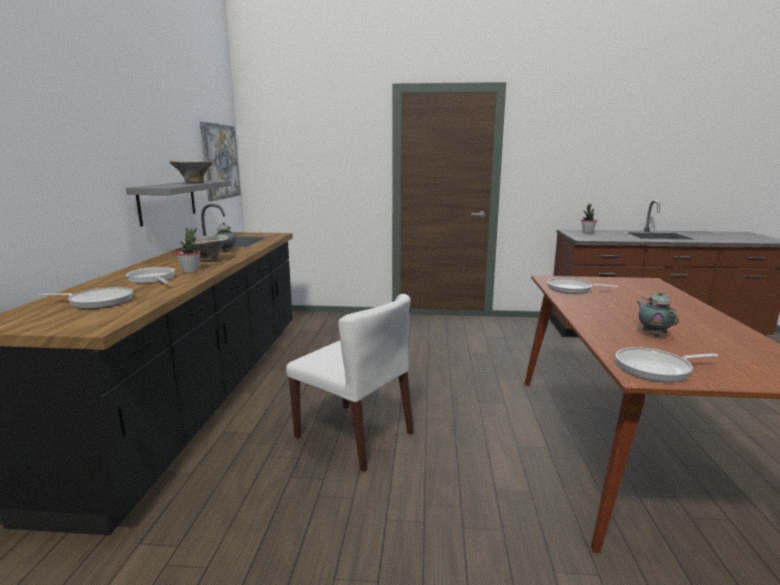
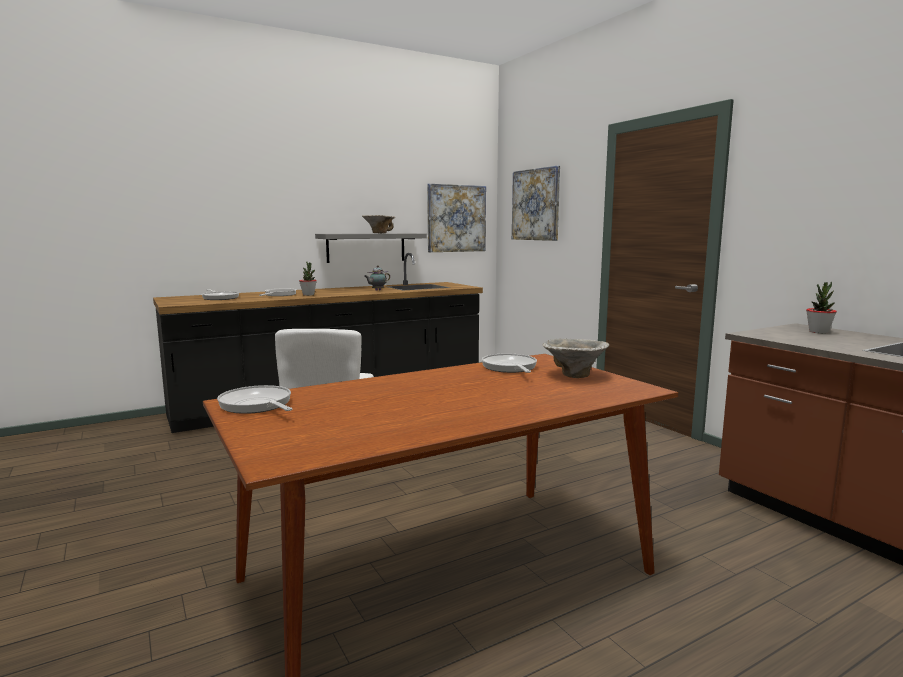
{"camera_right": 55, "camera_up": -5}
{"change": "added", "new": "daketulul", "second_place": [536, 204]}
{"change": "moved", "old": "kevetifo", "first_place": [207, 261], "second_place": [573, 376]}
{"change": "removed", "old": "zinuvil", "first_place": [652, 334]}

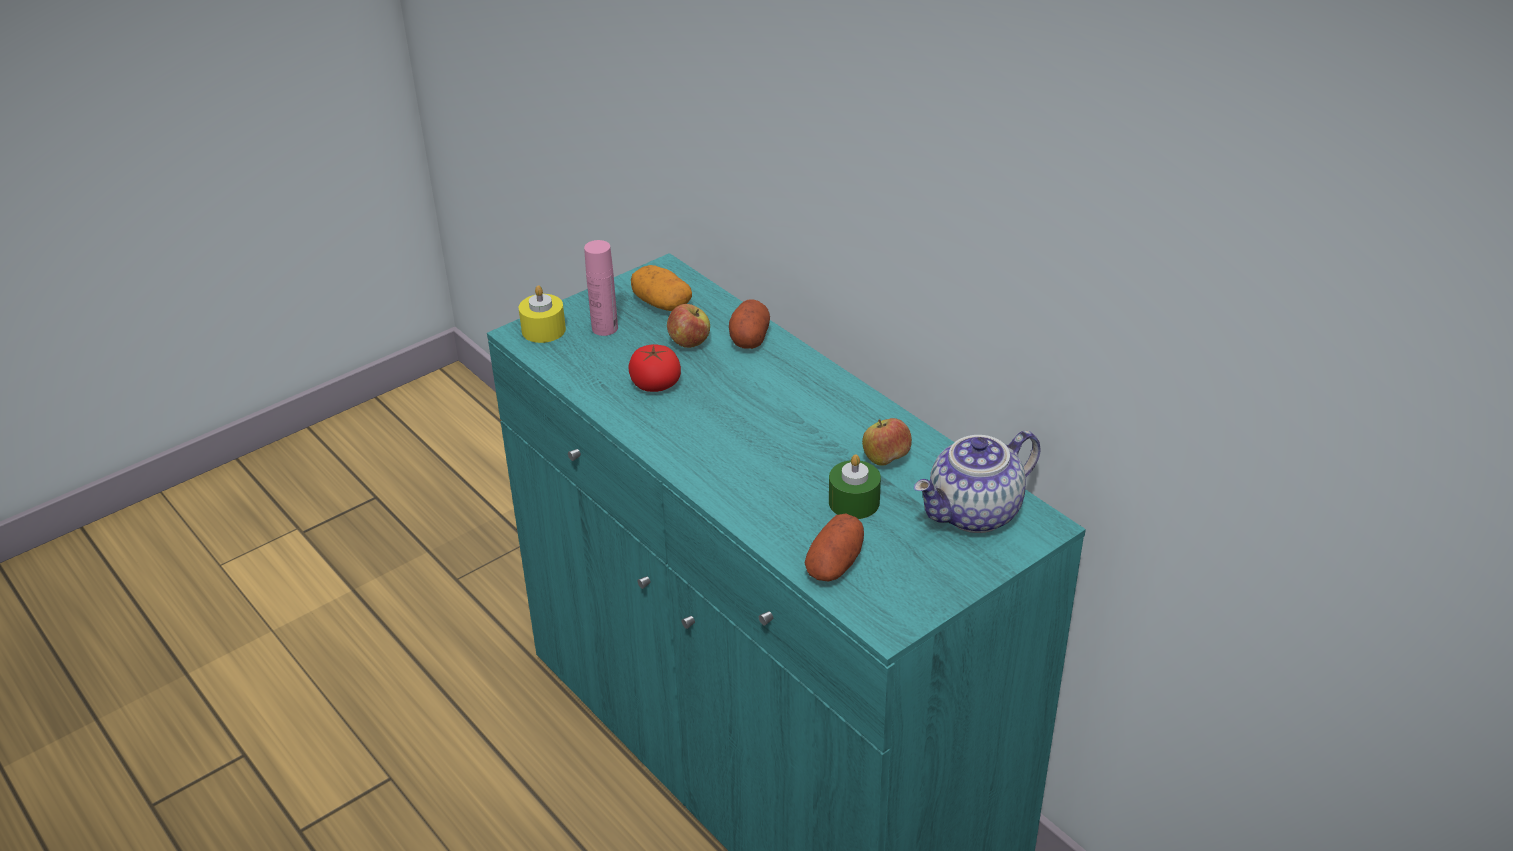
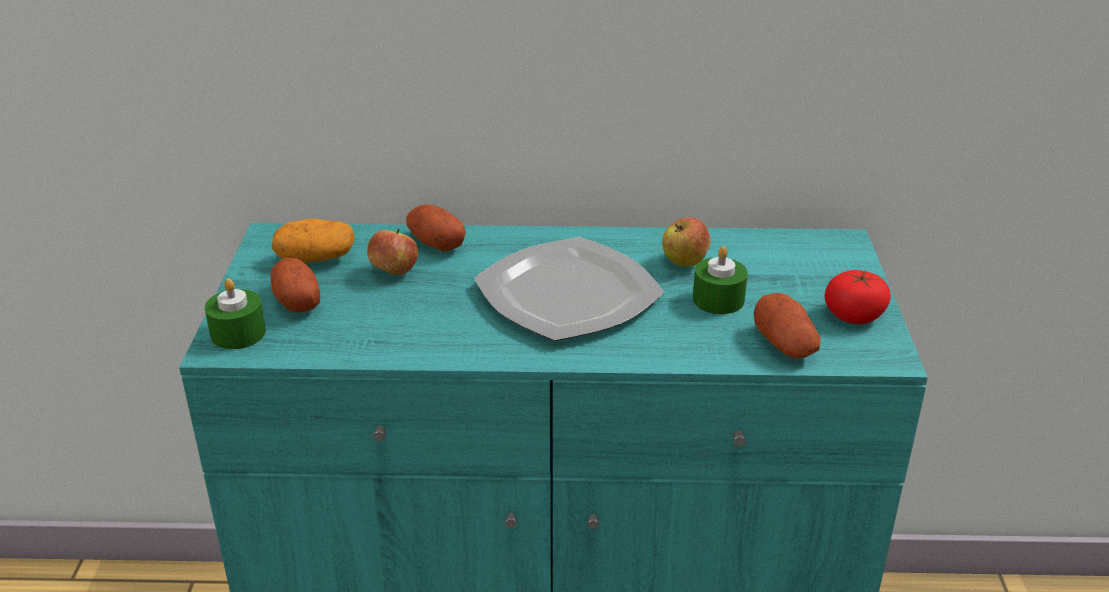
{"camera_right": -50, "camera_up": -5}
{"change": "recoloured", "old": "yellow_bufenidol", "new": "green_bufenidol", "first_place": [543, 330], "second_place": [238, 333]}
{"change": "replaced", "old": "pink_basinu", "new": "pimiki", "first_place": [605, 328], "second_place": [297, 301]}
{"change": "added", "new": "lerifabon", "second_place": [568, 293]}
{"change": "moved", "old": "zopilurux", "first_place": [655, 383], "second_place": [854, 315]}
{"change": "removed", "old": "zinuvil", "first_place": [975, 514]}

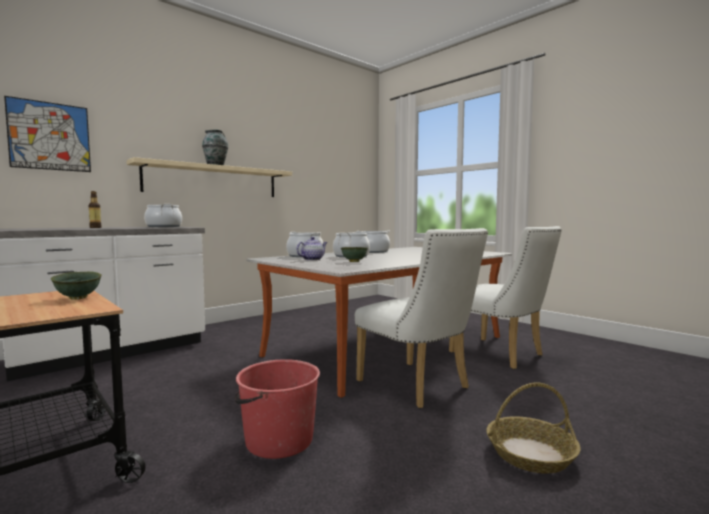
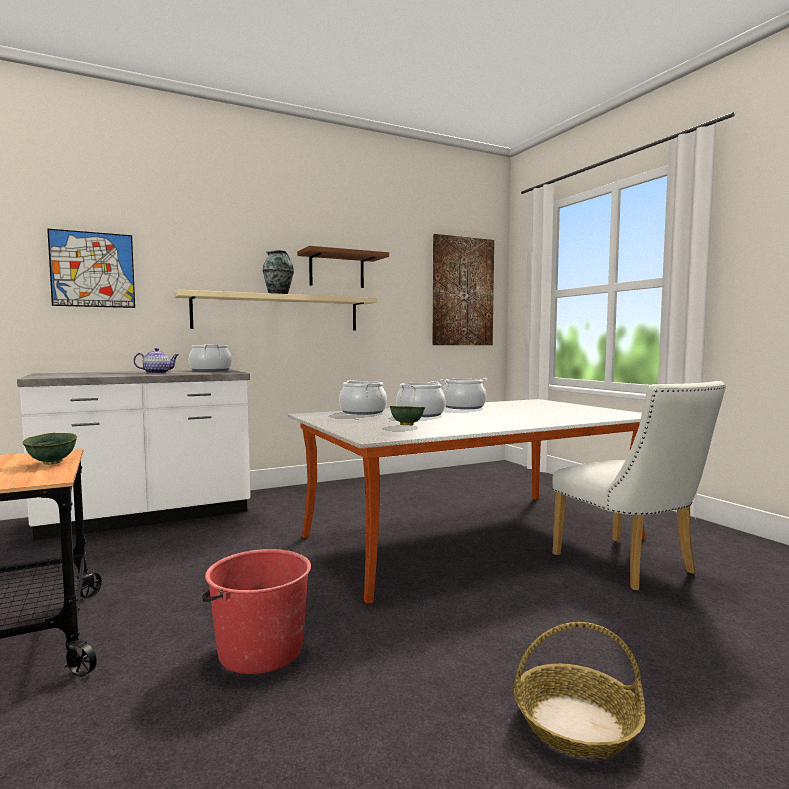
{"camera_right": 15, "camera_up": 0}
{"change": "moved", "old": "zinuvil", "first_place": [312, 259], "second_place": [157, 373]}
{"change": "added", "new": "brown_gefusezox", "second_place": [336, 270]}
{"change": "added", "new": "daketulul", "second_place": [462, 291]}
{"change": "removed", "old": "basinu", "first_place": [95, 227]}
{"change": "removed", "old": "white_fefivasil", "first_place": [419, 387]}

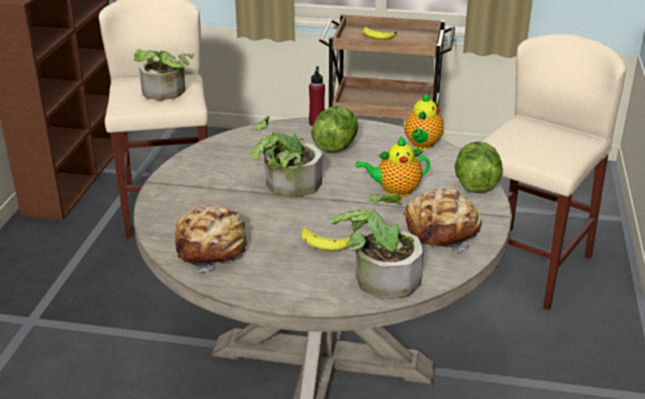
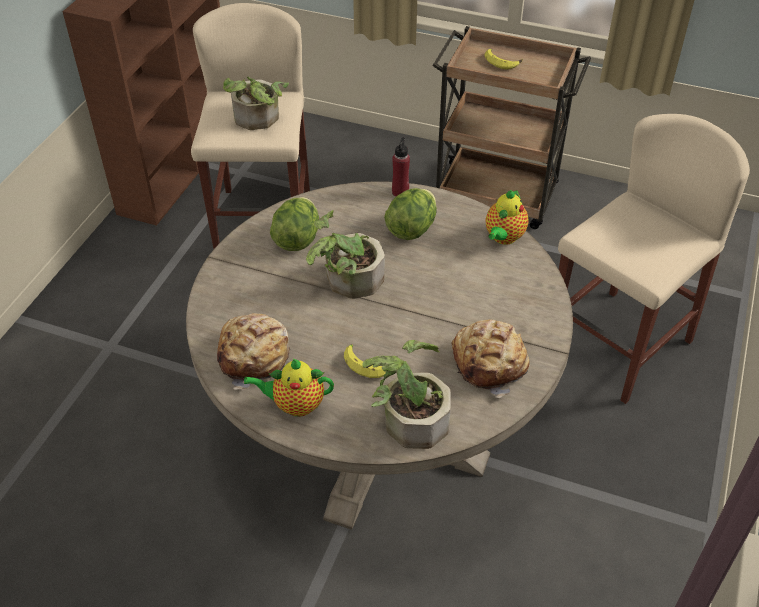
{"camera_right": 10, "camera_up": 15}
{"change": "moved", "old": "zinuvil", "first_place": [395, 191], "second_place": [295, 405]}
{"change": "moved", "old": "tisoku", "first_place": [475, 185], "second_place": [297, 239]}

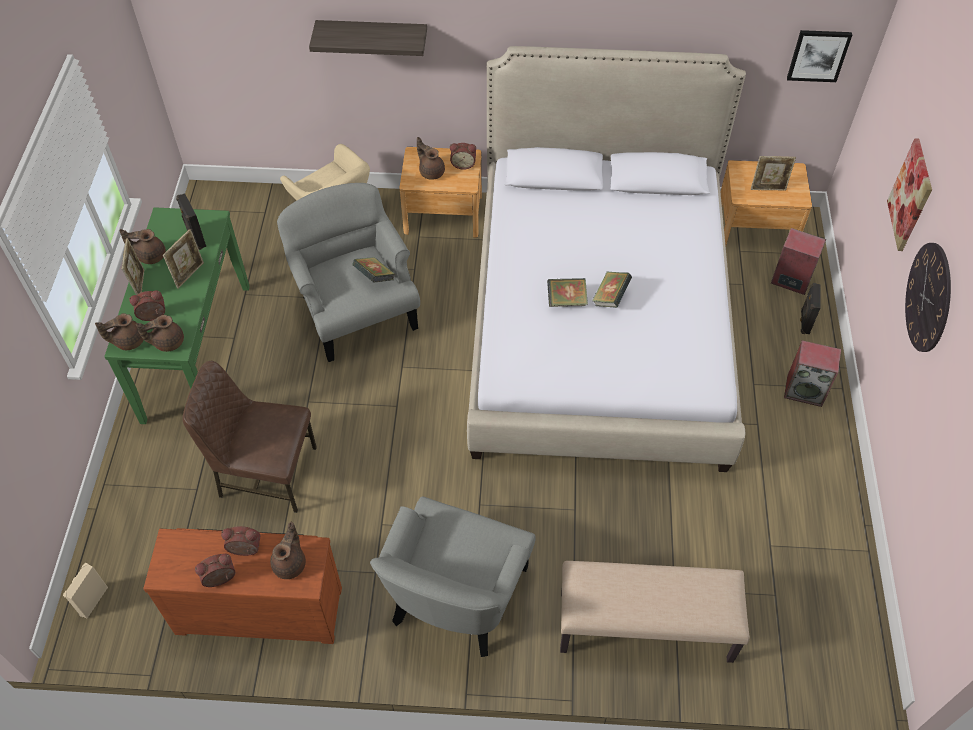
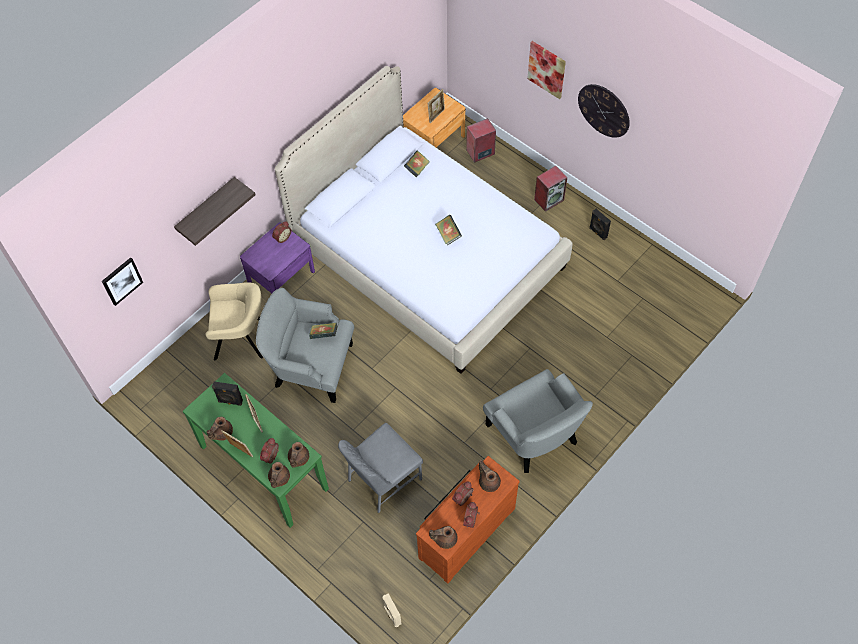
{"camera_right": -50, "camera_up": 5}
{"change": "moved", "old": "daketulul", "first_place": [818, 55], "second_place": [121, 280]}
{"change": "recoloured", "old": "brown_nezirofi", "new": "purple_nezirofi", "first_place": [443, 214], "second_place": [281, 276]}
{"change": "recoloured", "old": "brown_fefivasil", "new": "grey_fefivasil", "first_place": [266, 472], "second_place": [383, 479]}
{"change": "moved", "old": "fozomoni", "first_place": [566, 300], "second_place": [417, 169]}
{"change": "moved", "old": "brown_zinuvil", "first_place": [431, 171], "second_place": [444, 539]}
{"change": "moved", "old": "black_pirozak", "first_place": [804, 322], "second_place": [597, 233]}
{"change": "removed", "old": "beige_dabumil", "first_place": [644, 627]}

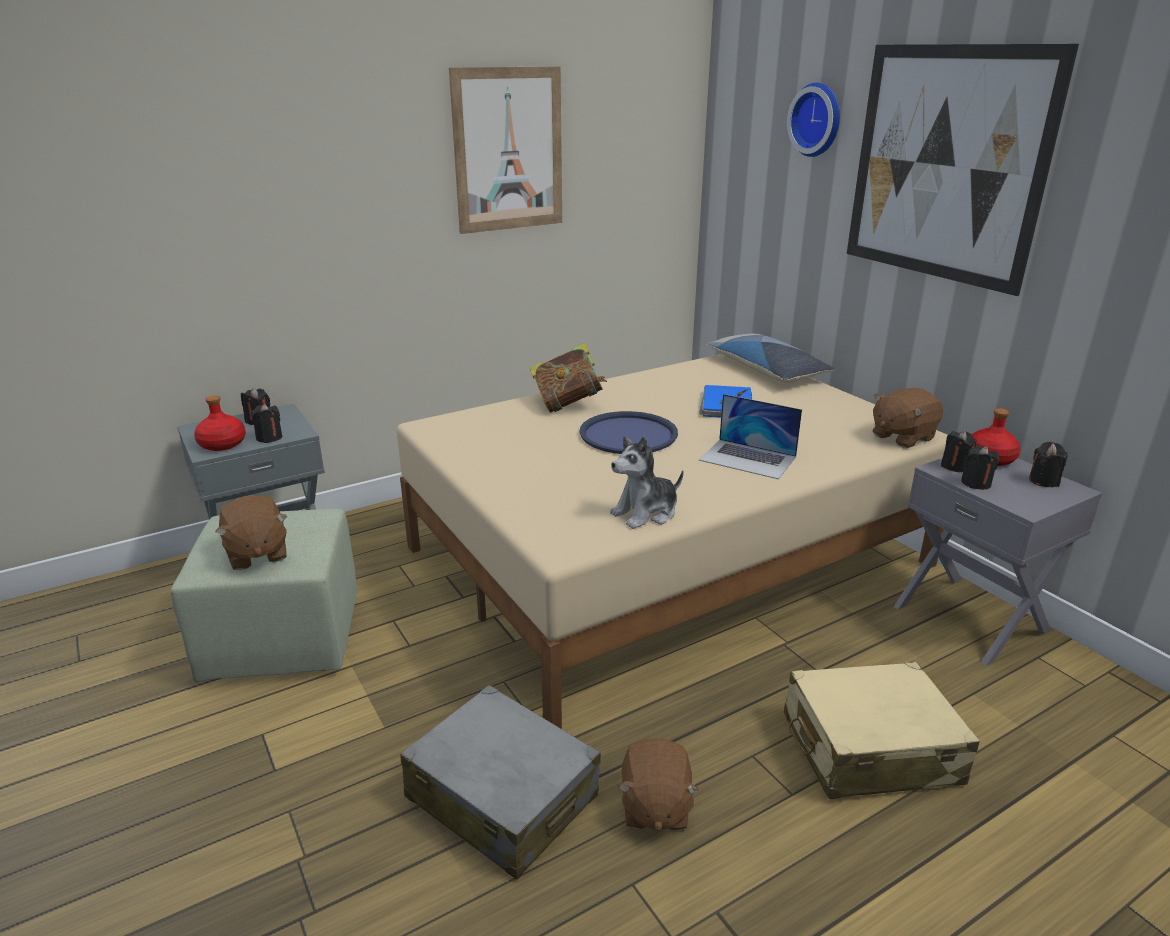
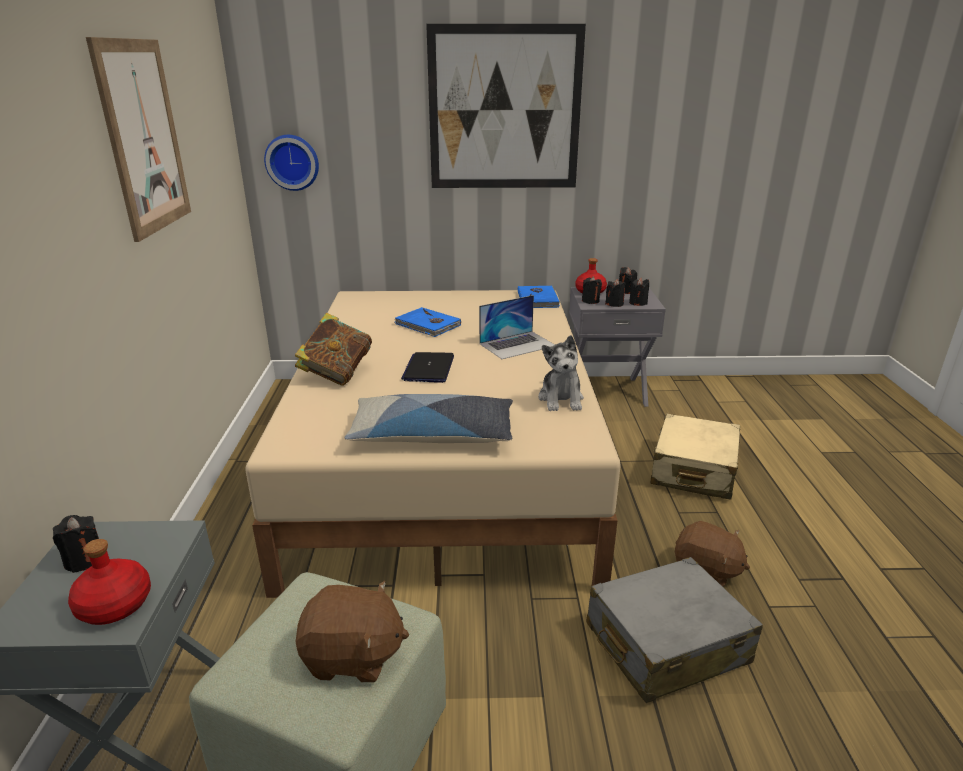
{"camera_right": -60, "camera_up": 0}
{"change": "moved", "old": "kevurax", "first_place": [818, 120], "second_place": [292, 162]}
{"change": "moved", "old": "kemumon", "first_place": [766, 370], "second_place": [433, 435]}
{"change": "replaced", "old": "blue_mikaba", "new": "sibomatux", "first_place": [628, 434], "second_place": [429, 368]}
{"change": "replaced", "old": "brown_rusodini", "new": "blue_fozomoni", "first_place": [902, 437], "second_place": [538, 299]}
{"change": "moved", "old": "black_bufenidol", "first_place": [269, 438], "second_place": [638, 303]}

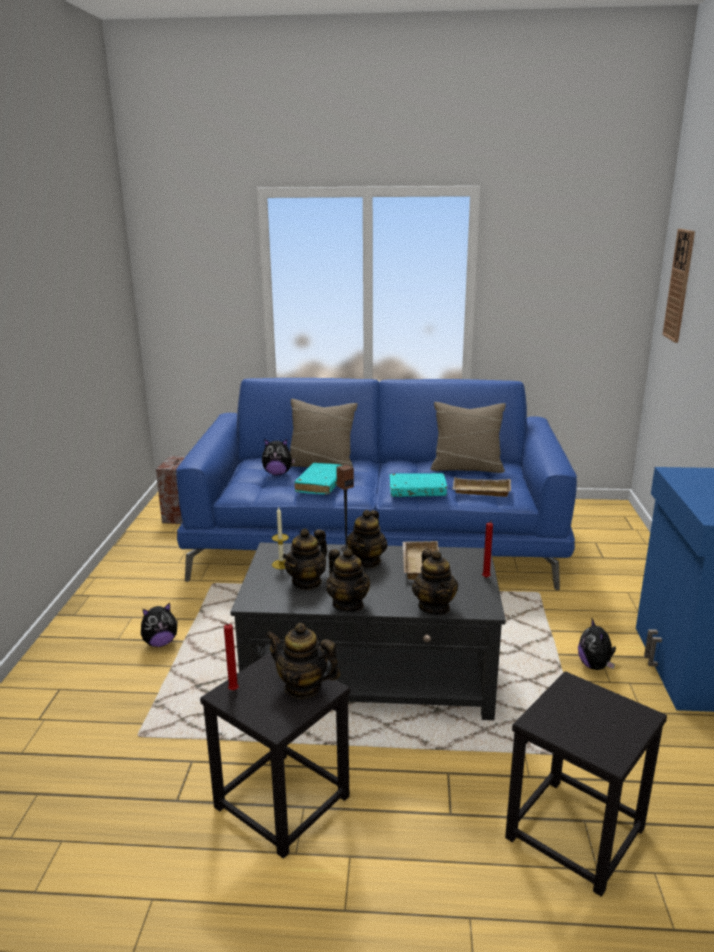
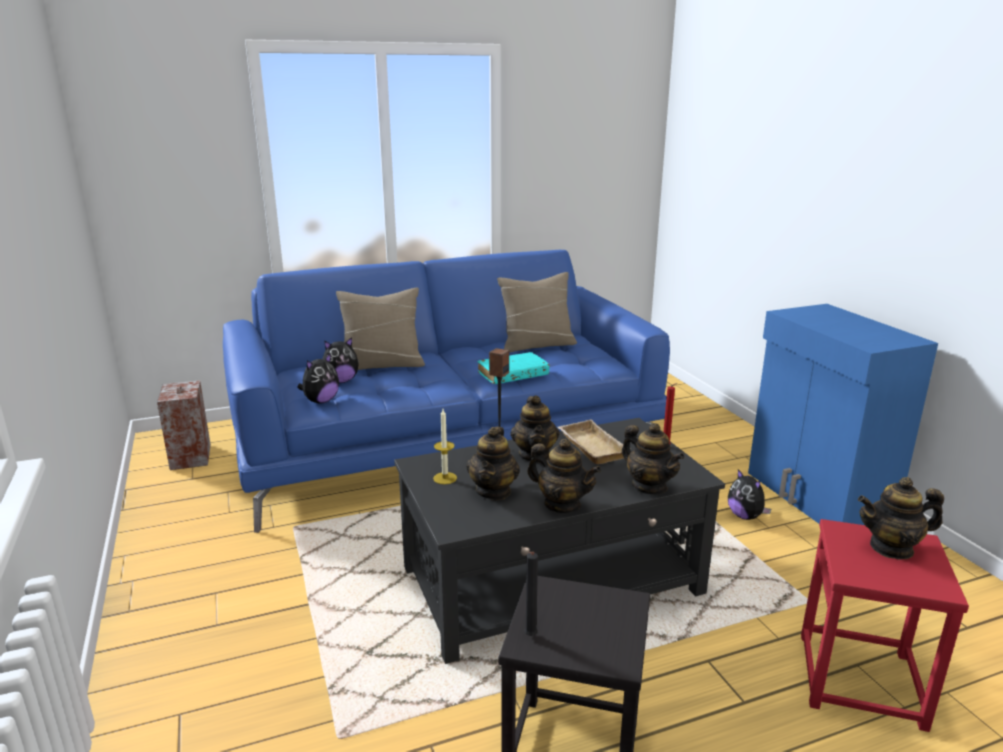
{"camera_right": -25, "camera_up": 0}
{"change": "moved", "old": "rusodini", "first_place": [160, 643], "second_place": [321, 401]}
{"change": "recoloured", "old": "red_bufenidol", "new": "black_bufenidol", "first_place": [232, 691], "second_place": [530, 637]}
{"change": "recoloured", "old": "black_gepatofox", "new": "red_gepatofox", "first_place": [576, 834], "second_place": [861, 680]}
{"change": "moved", "old": "zinuvil", "first_place": [303, 687], "second_place": [891, 548]}
{"change": "removed", "old": "turquoise_fozomoni", "first_place": [321, 484]}
{"change": "removed", "old": "beige_mikaba", "first_place": [480, 492]}
{"change": "removed", "old": "kevurax", "first_place": [679, 285]}

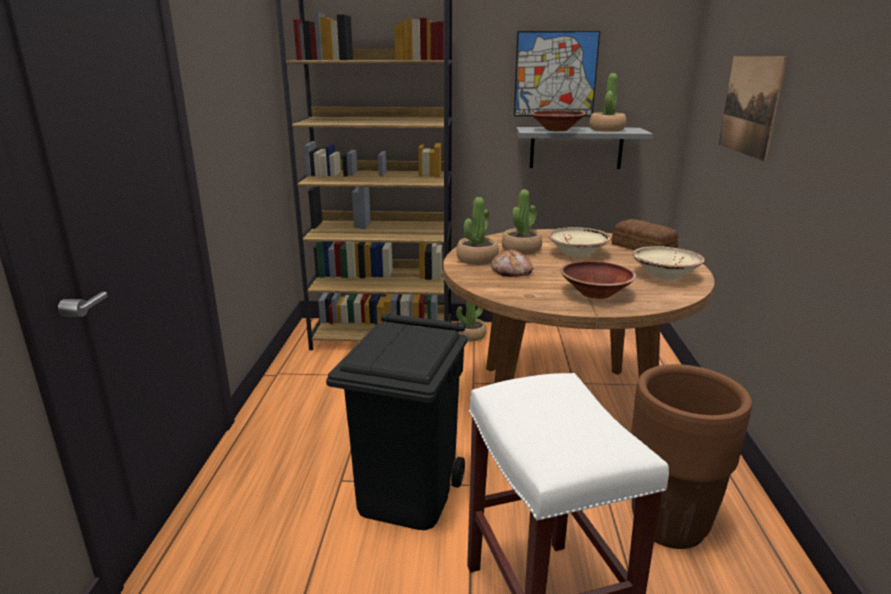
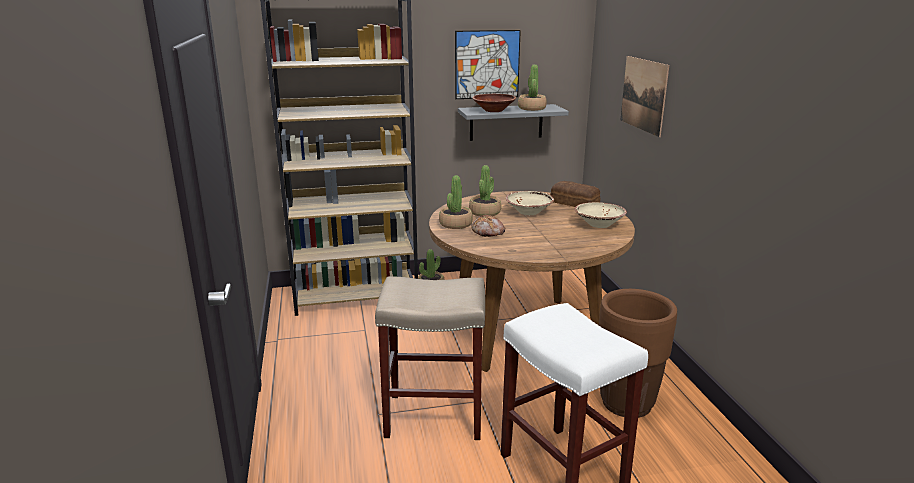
{"camera_right": -15, "camera_up": 0}
{"change": "replaced", "old": "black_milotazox", "new": "beige_gepatofox", "first_place": [408, 495], "second_place": [435, 415]}
{"change": "removed", "old": "brown_kevetifo", "first_place": [595, 293]}

